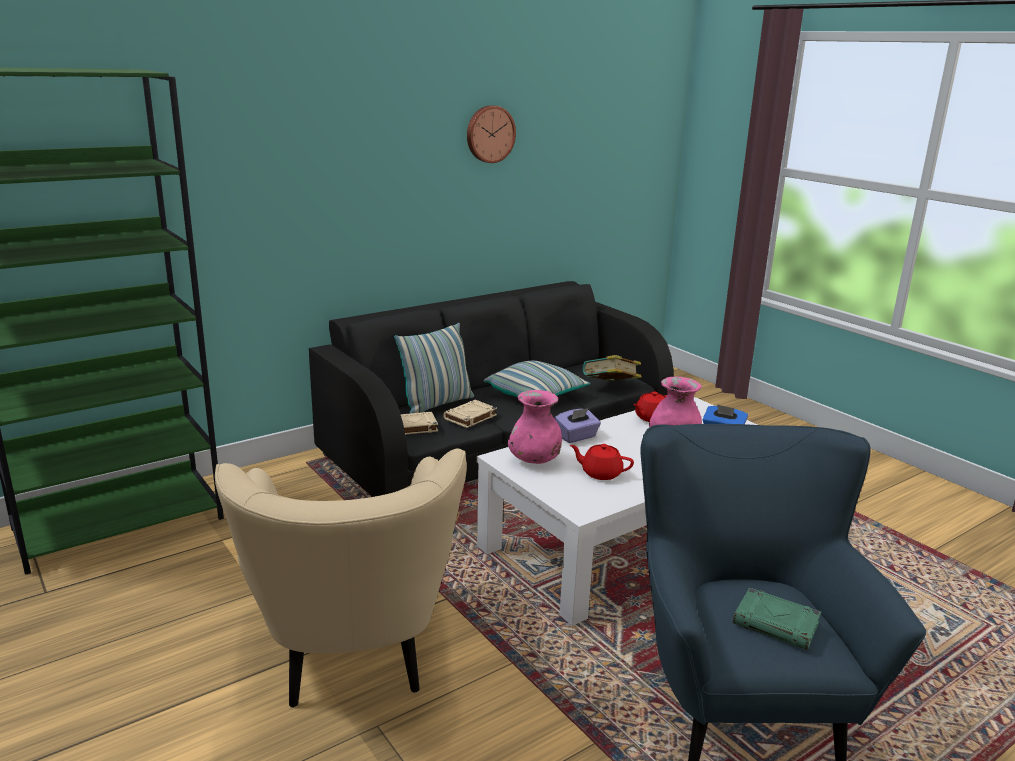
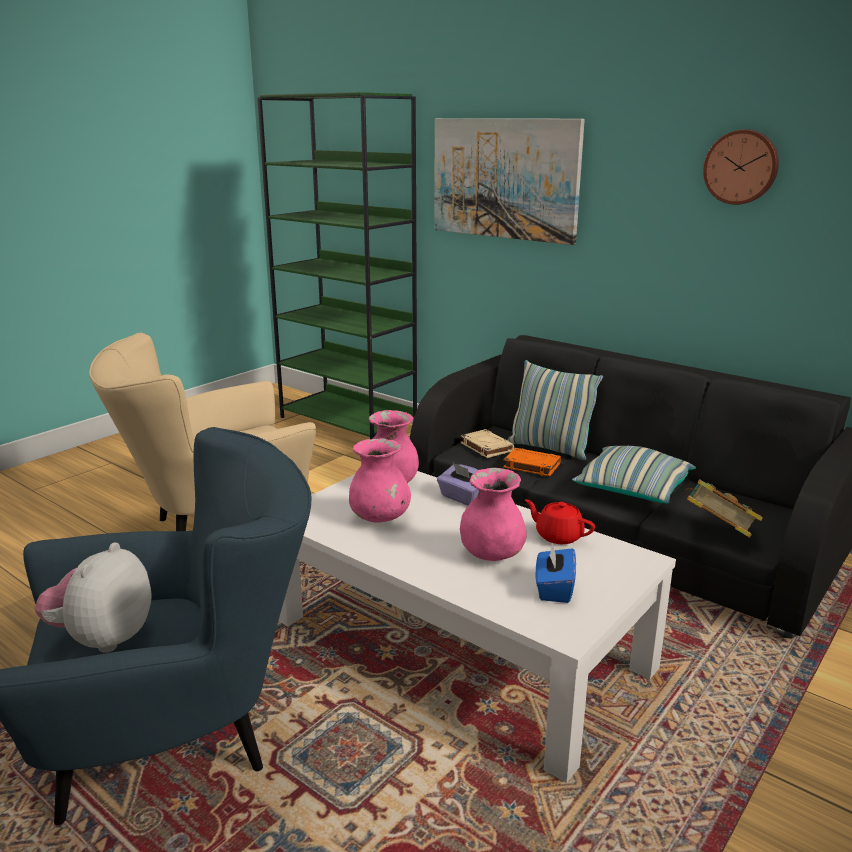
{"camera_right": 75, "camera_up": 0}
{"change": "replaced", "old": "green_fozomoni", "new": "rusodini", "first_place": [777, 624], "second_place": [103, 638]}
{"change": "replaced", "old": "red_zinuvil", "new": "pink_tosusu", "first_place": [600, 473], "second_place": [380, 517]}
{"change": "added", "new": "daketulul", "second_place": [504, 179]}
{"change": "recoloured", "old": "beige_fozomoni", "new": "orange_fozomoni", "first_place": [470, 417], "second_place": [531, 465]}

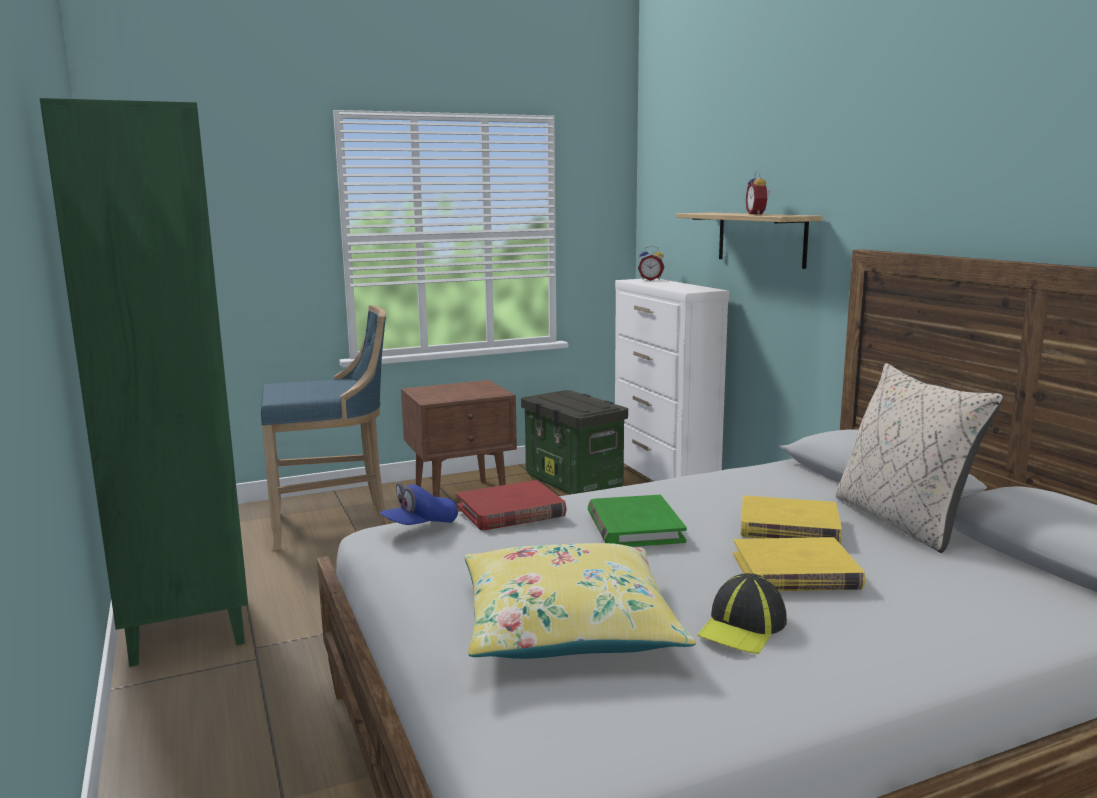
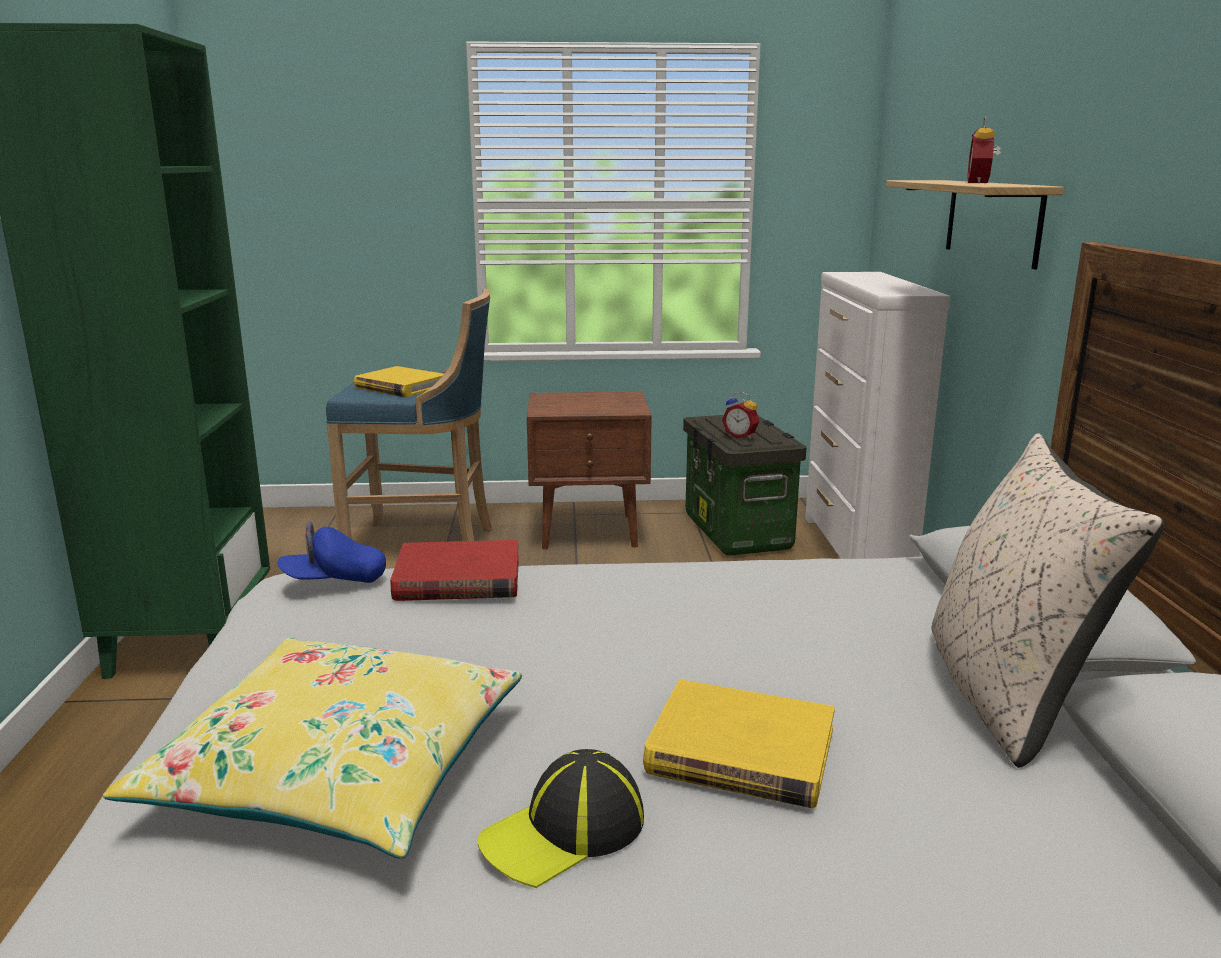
{"camera_right": 20, "camera_up": 5}
{"change": "moved", "old": "yellow_fozomoni", "first_place": [789, 526], "second_place": [400, 387]}
{"change": "moved", "old": "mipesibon", "first_place": [651, 280], "second_place": [741, 436]}
{"change": "removed", "old": "green_fozomoni", "first_place": [634, 527]}

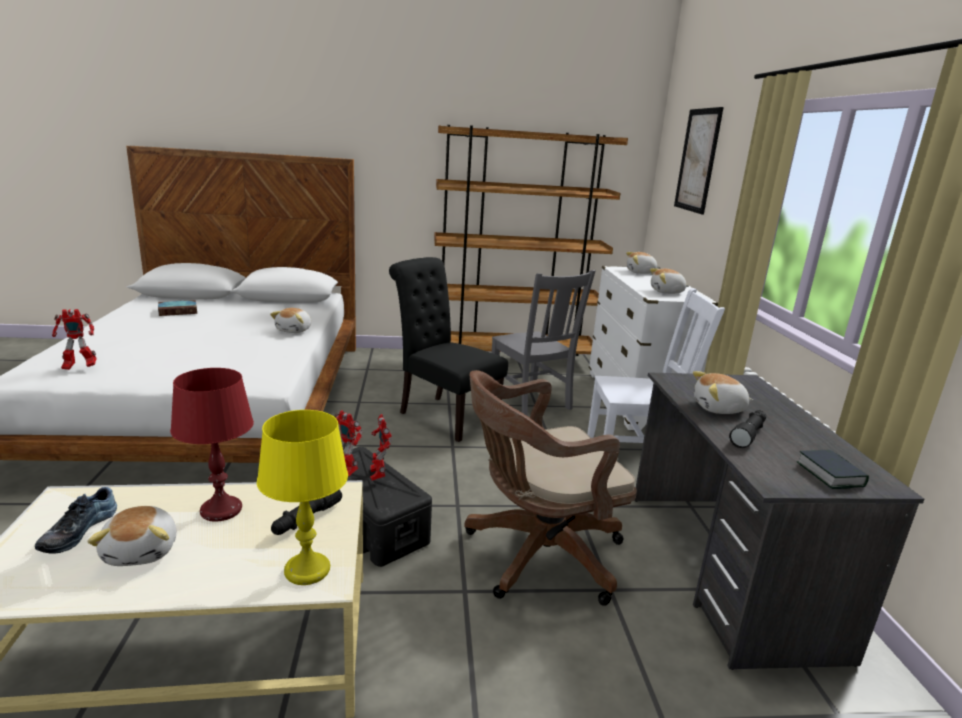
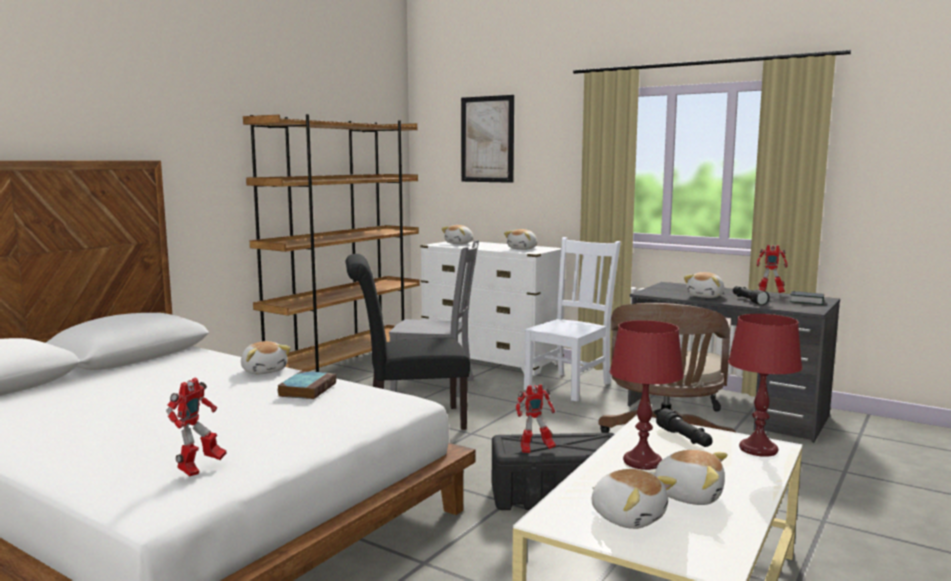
{"camera_right": -50, "camera_up": -10}
{"change": "moved", "old": "fozomoni", "first_place": [179, 311], "second_place": [307, 389]}
{"change": "replaced", "old": "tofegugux", "new": "rusodini", "first_place": [77, 530], "second_place": [628, 517]}
{"change": "recoloured", "old": "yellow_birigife", "new": "red_birigife", "first_place": [307, 570], "second_place": [757, 449]}
{"change": "moved", "old": "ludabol", "first_place": [378, 475], "second_place": [769, 294]}

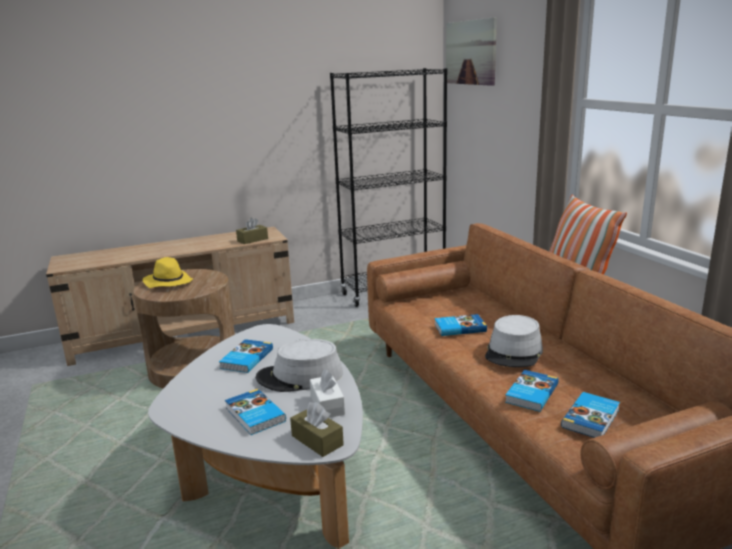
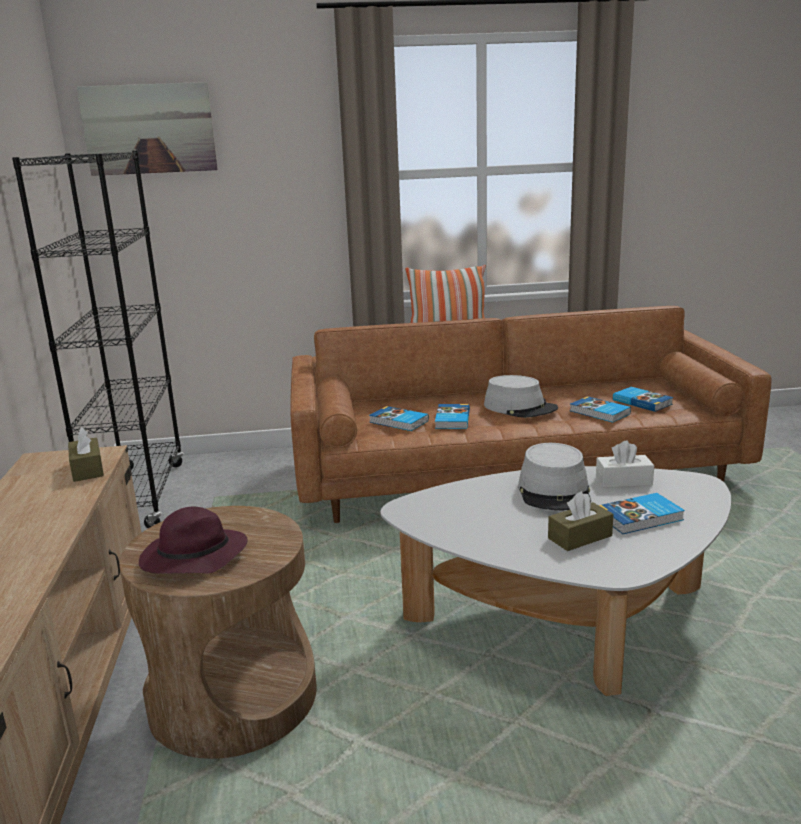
{"camera_right": -75, "camera_up": 0}
{"change": "recoloured", "old": "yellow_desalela", "new": "purple_desalela", "first_place": [168, 282], "second_place": [193, 558]}
{"change": "moved", "old": "fozomoni", "first_place": [245, 359], "second_place": [398, 422]}
{"change": "moved", "old": "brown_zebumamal", "first_place": [317, 440], "second_place": [580, 537]}

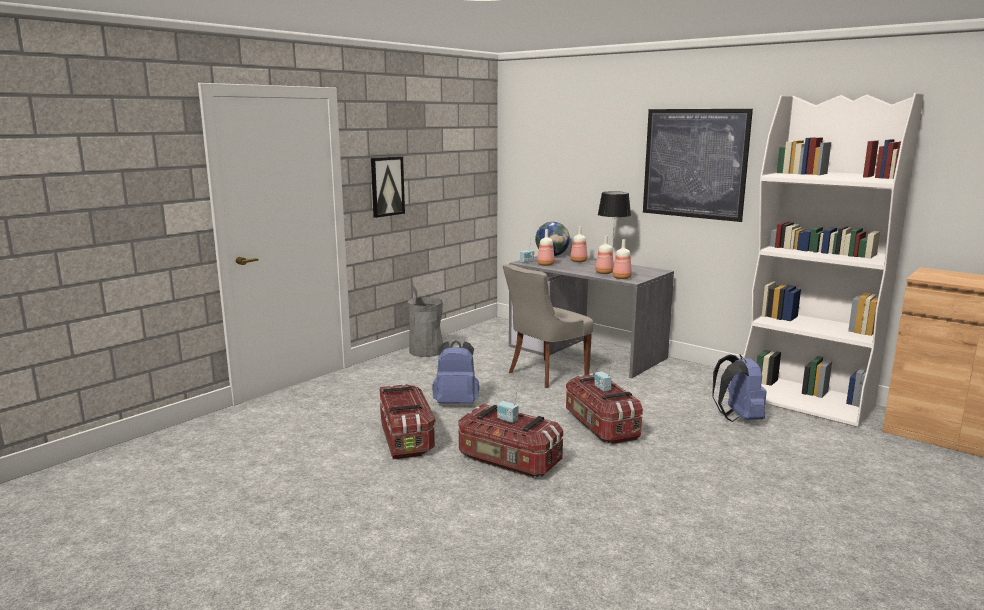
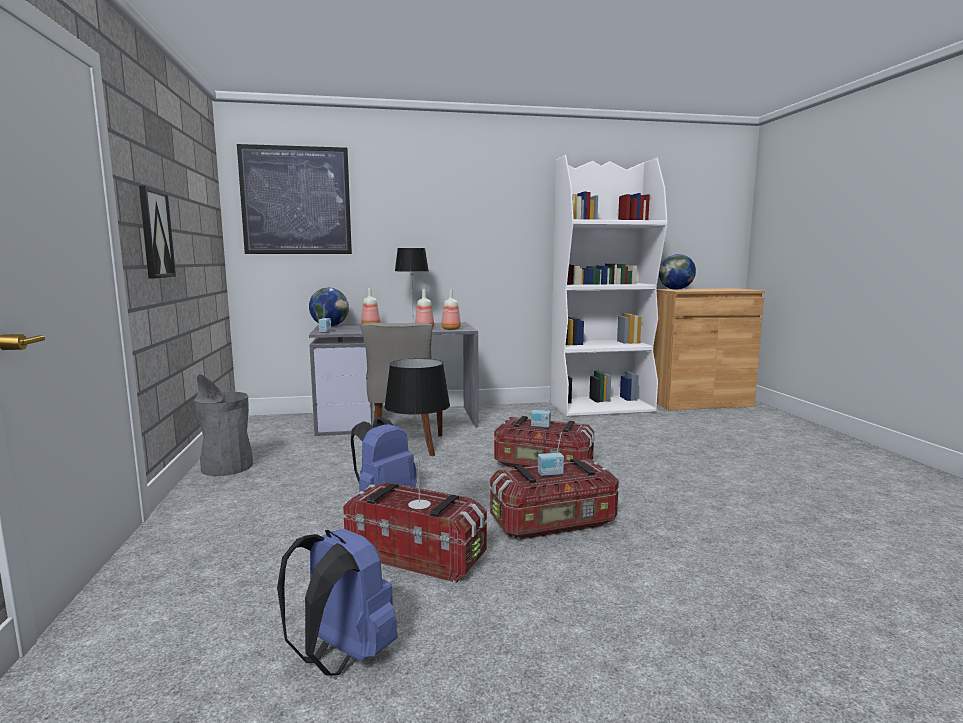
{"camera_right": -50, "camera_up": -5}
{"change": "moved", "old": "daketulul", "first_place": [694, 163], "second_place": [296, 201]}
{"change": "moved", "old": "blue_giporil", "first_place": [738, 418], "second_place": [342, 656]}
{"change": "added", "new": "birigife", "second_place": [419, 504]}
{"change": "added", "new": "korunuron", "second_place": [676, 289]}
{"change": "removed", "old": "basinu", "first_place": [545, 265]}

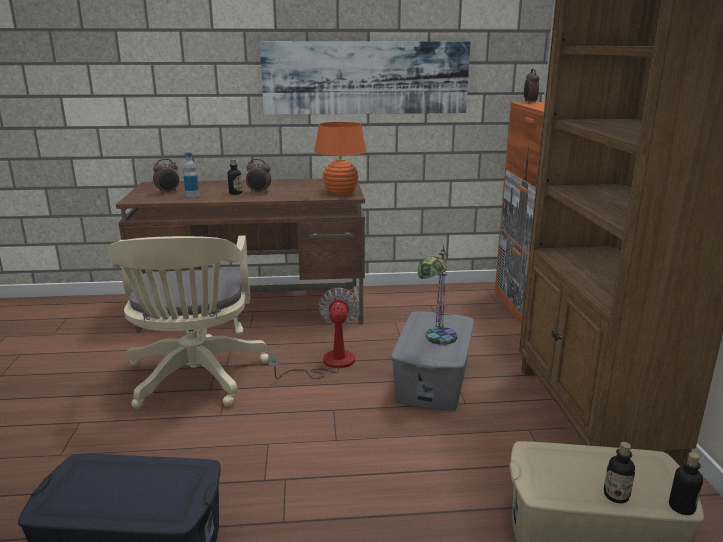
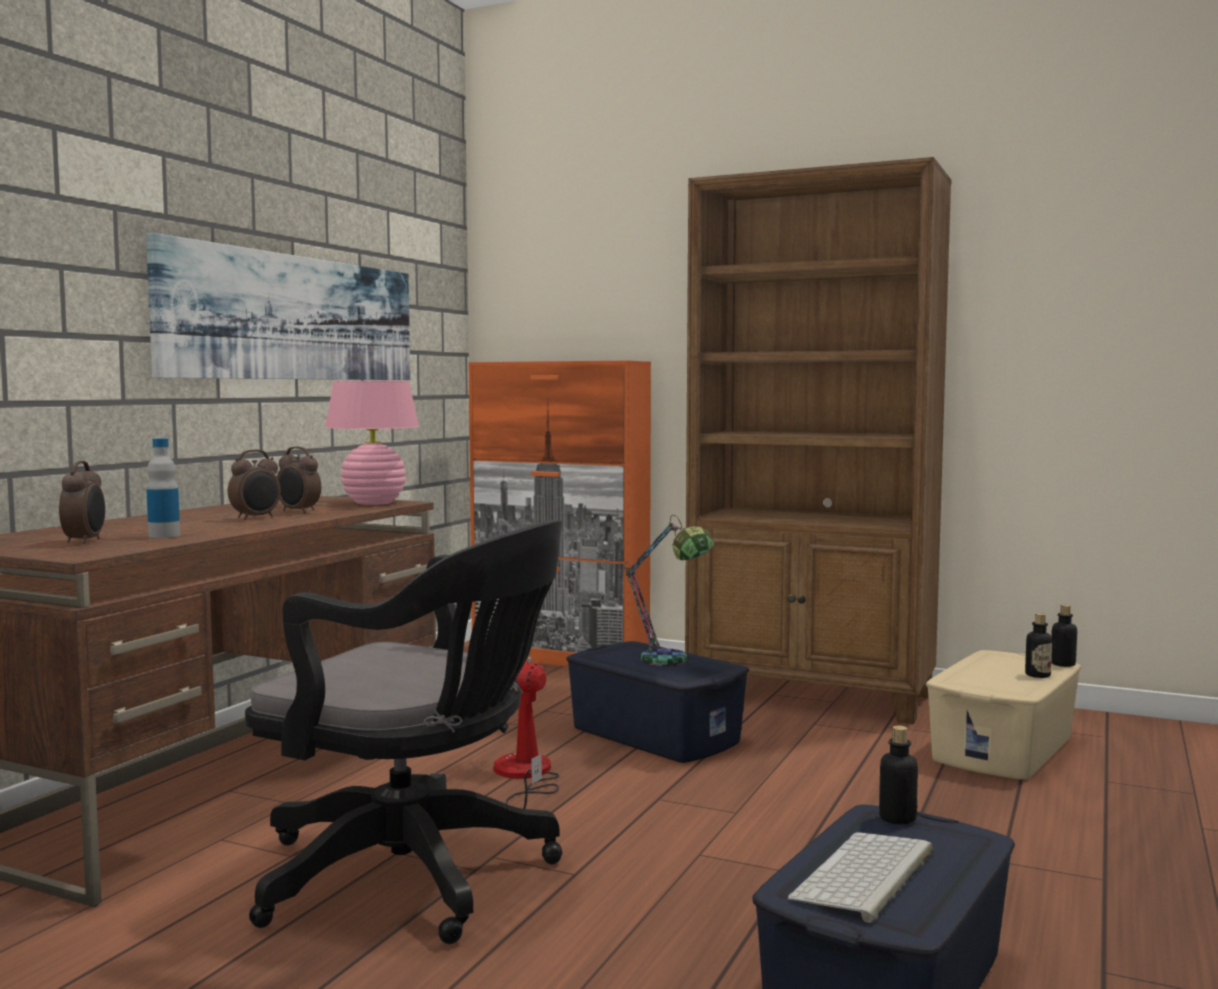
{"camera_right": -60, "camera_up": -15}
{"change": "recoloured", "old": "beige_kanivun", "new": "black_kanivun", "first_place": [195, 379], "second_place": [417, 876]}
{"change": "moved", "old": "mipesibon", "first_place": [529, 103], "second_place": [298, 512]}
{"change": "recoloured", "old": "orange_birigife", "new": "pink_birigife", "first_place": [340, 193], "second_place": [373, 503]}
{"change": "recoloured", "old": "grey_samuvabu", "new": "blue_samuvabu", "first_place": [433, 380], "second_place": [655, 734]}
{"change": "added", "new": "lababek", "second_place": [865, 876]}
{"change": "moved", "old": "basinu", "first_place": [235, 193], "second_place": [897, 818]}

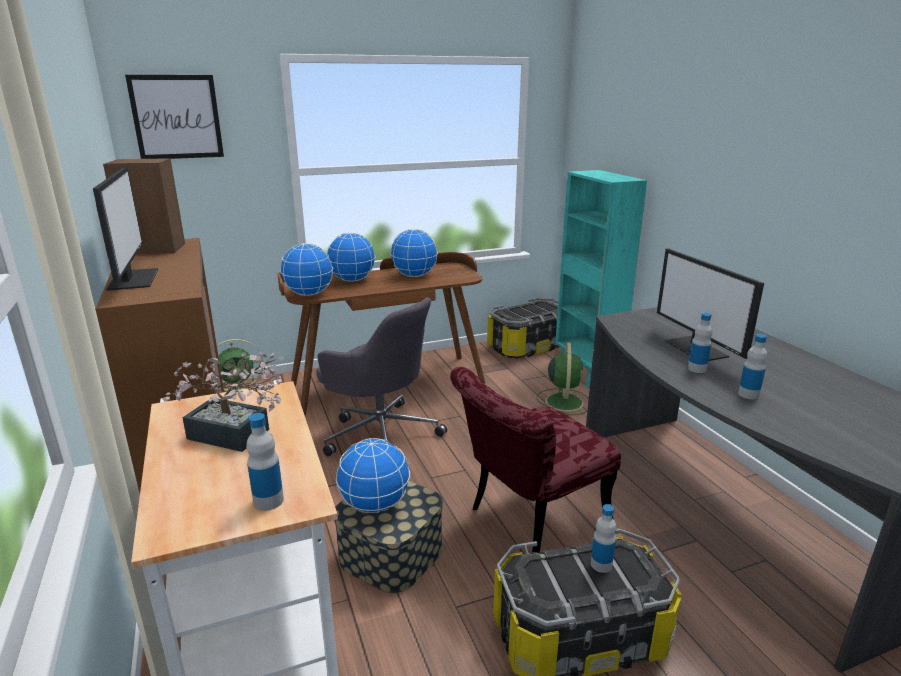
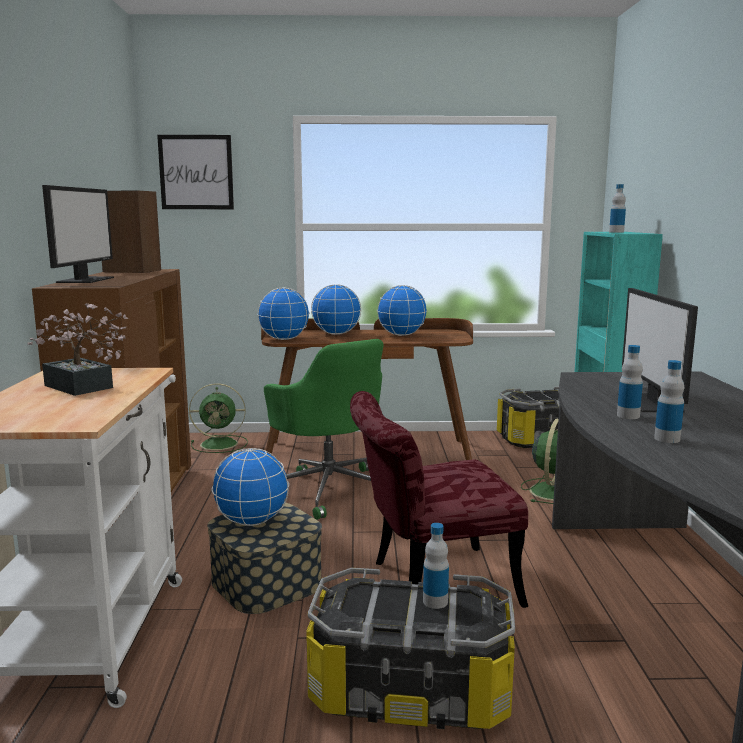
{"camera_right": 20, "camera_up": -10}
{"change": "recoloured", "old": "grey_kanivun", "new": "green_kanivun", "first_place": [381, 434], "second_place": [329, 490]}
{"change": "moved", "old": "basinu", "first_place": [268, 501], "second_place": [616, 232]}

